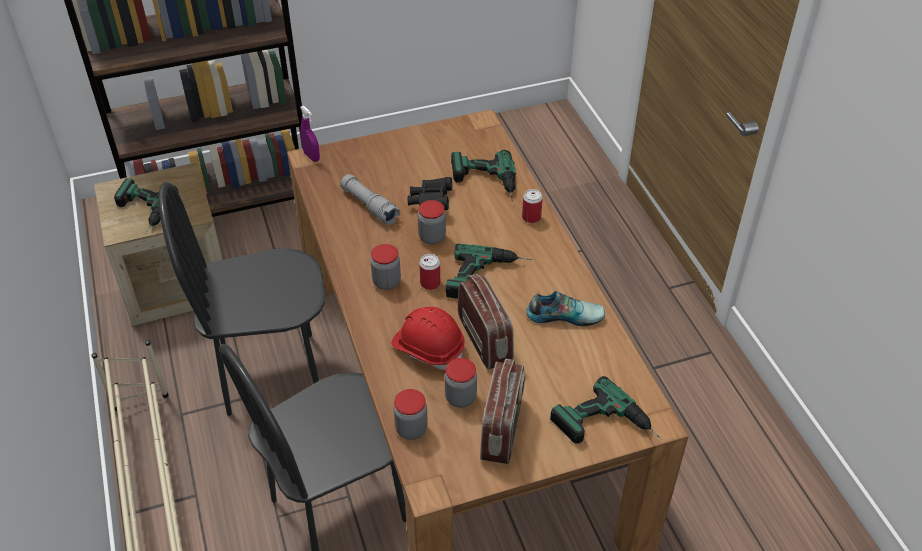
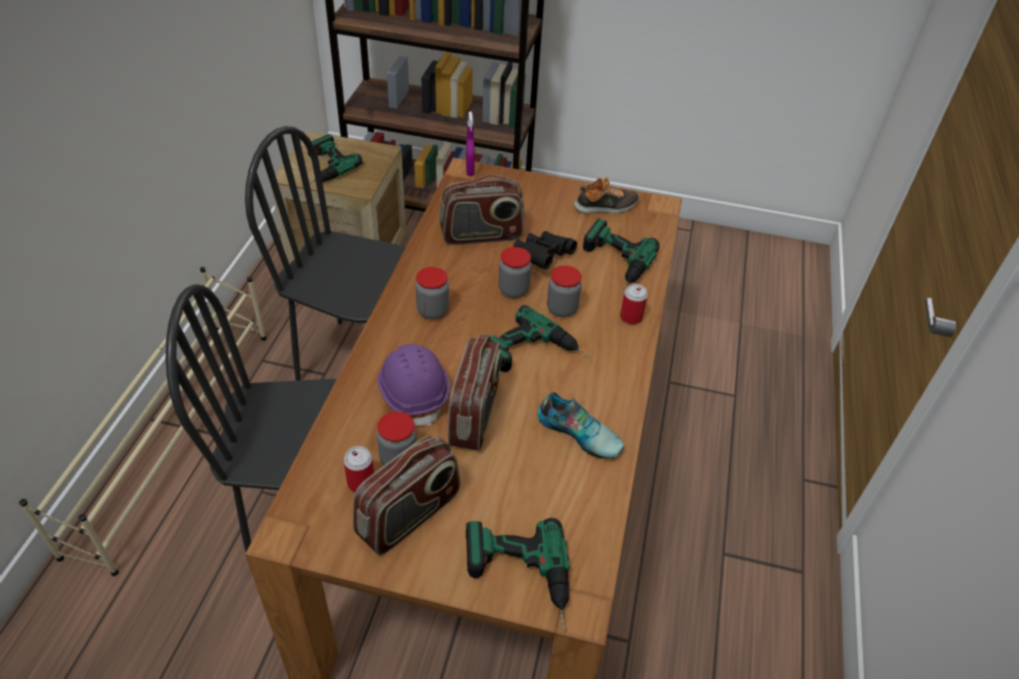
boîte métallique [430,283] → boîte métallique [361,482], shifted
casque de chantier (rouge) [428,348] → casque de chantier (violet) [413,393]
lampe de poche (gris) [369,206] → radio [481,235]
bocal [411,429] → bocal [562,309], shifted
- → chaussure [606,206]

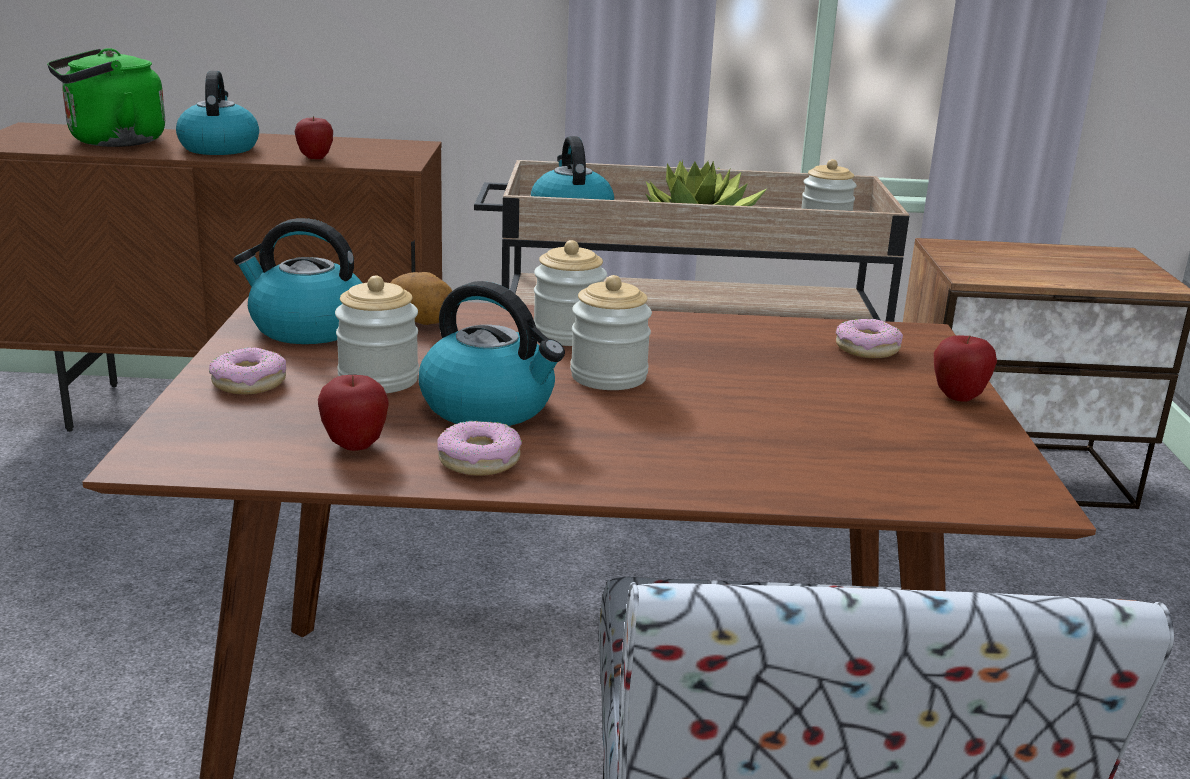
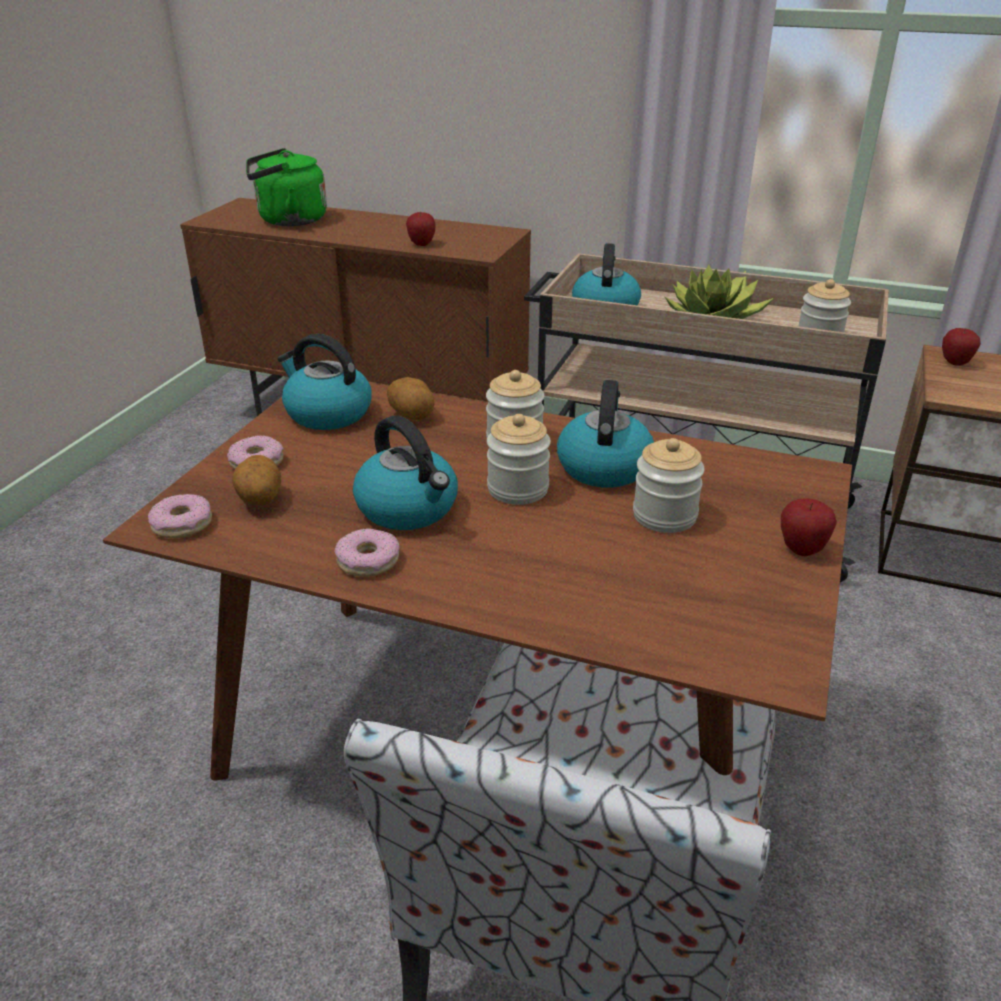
beignet [867,349] → beignet [182,524], shifted
- → pomme de terre [259,500]
bouilloire [219,148] → bouilloire [603,466], shifted
bocal [378,380] → bocal [664,516], shifted
pomme [355,446] → pomme [955,363], shifted

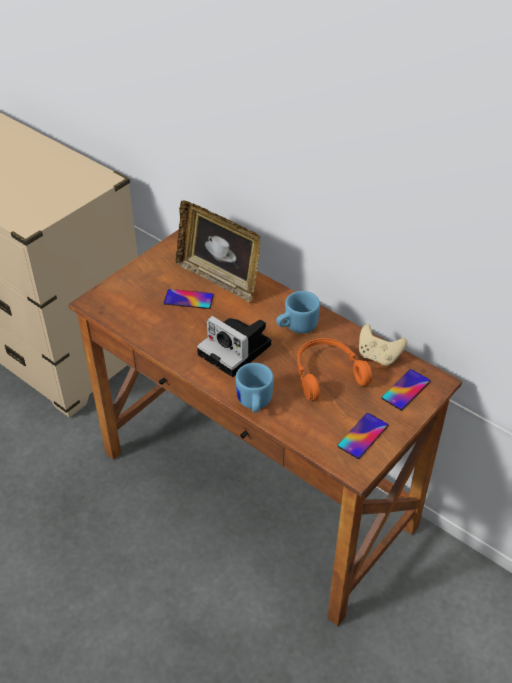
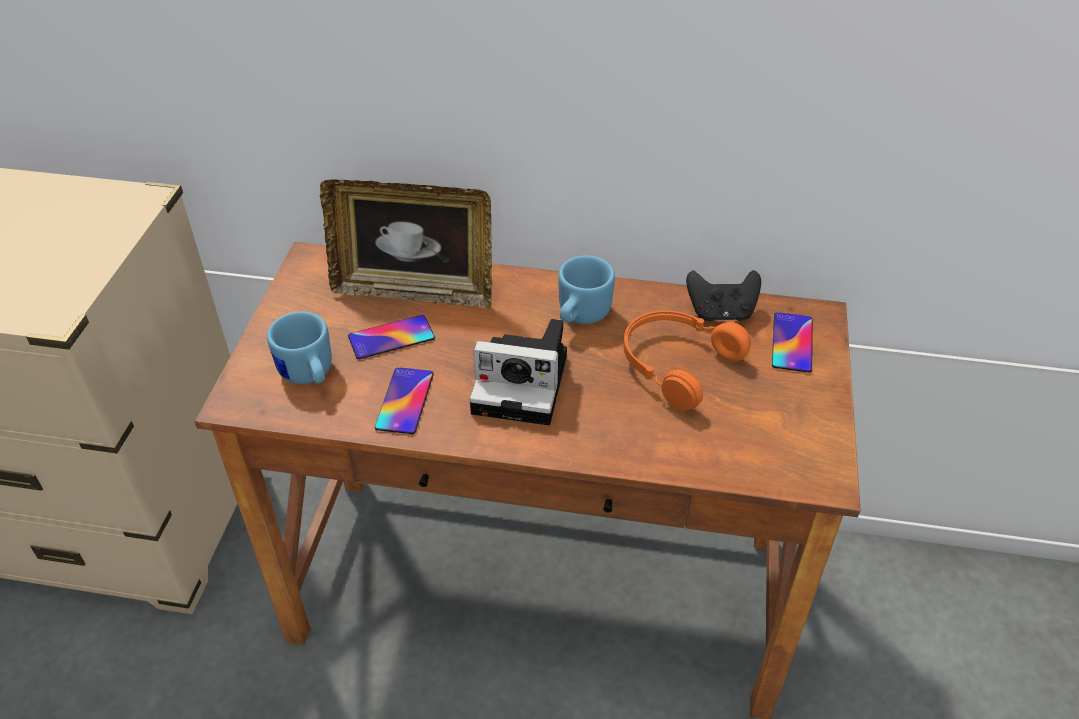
mug (bleu) [254,404] → mug (bleu) [308,376], shifted
téléphone [363,436] → téléphone [405,401], shifted
manette (beige) [378,356] → manette (noir) [721,313]

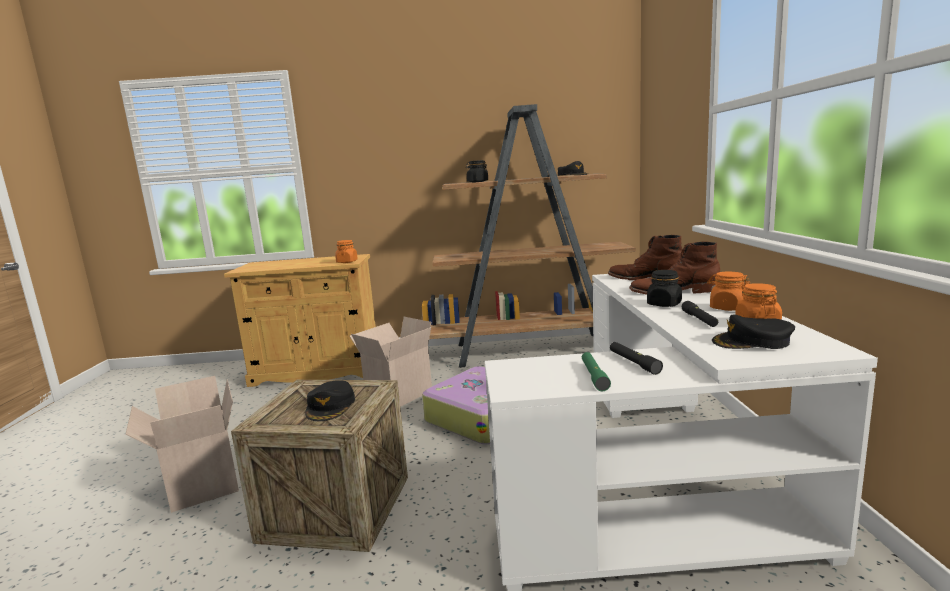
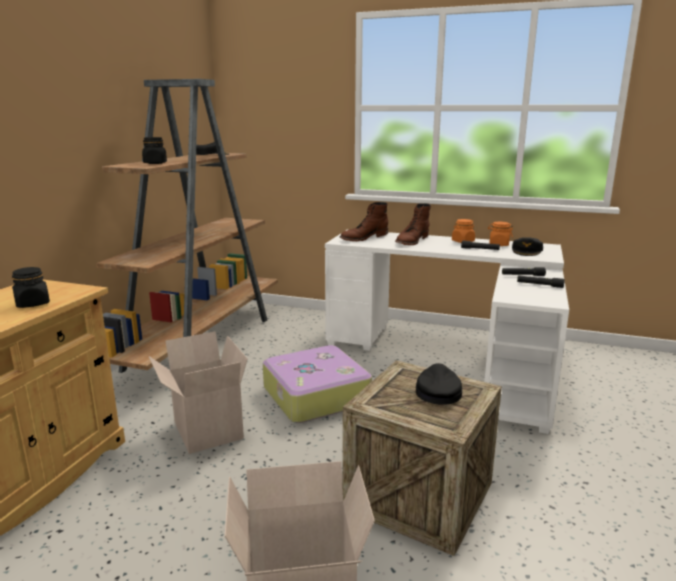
bocal (noir) [664,304] → bocal (noir) [33,304], shifted
casquette (noir) [331,406] → casquette (noir) [437,391], 105 degrees counterclockwise
lampe de poche (vert) [594,376] → lampe de poche (noir) [539,285]
bocal (orange) [347,262] → -

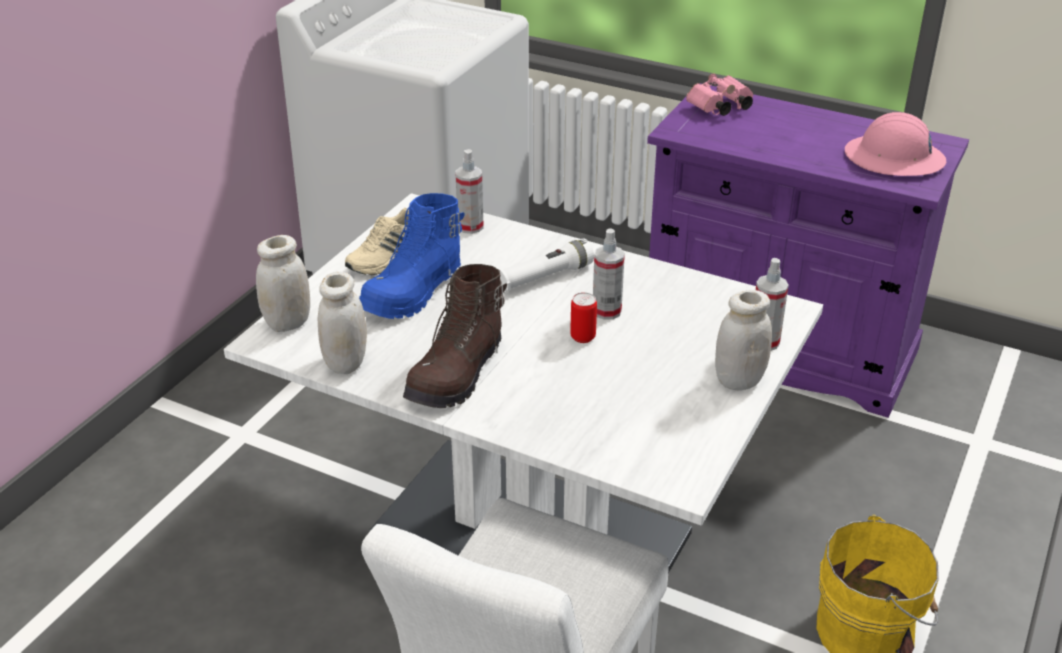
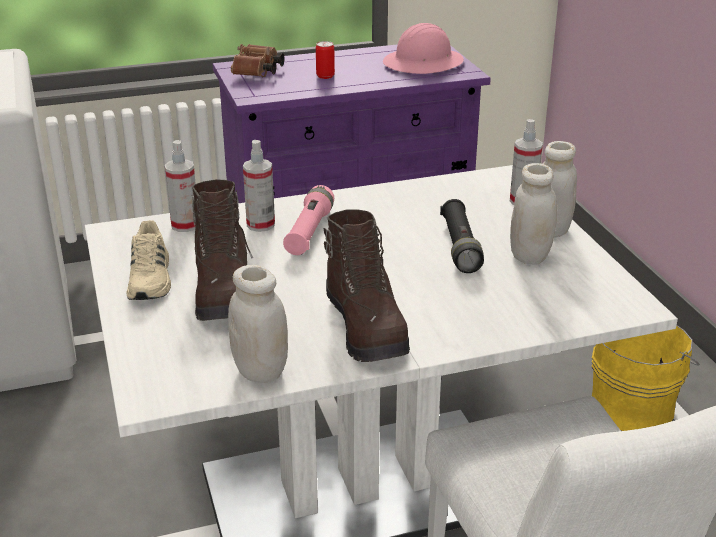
botte (bleu) [414,293] → botte (marron) [224,291]
jumelles (rose) [719,108] → jumelles (marron) [257,73]
vaporisateur [606,311] → vaporisateur [260,225], shifted
lampe de poche (blanc) [544,277] → lampe de poche (rose) [309,232]
boîte métallique [583,337] → boîte métallique [325,76], shifted
- → lampe de poche (noir) [460,247]
bocal (blanc) [288,323] → bocal (blanc) [529,256], shifted

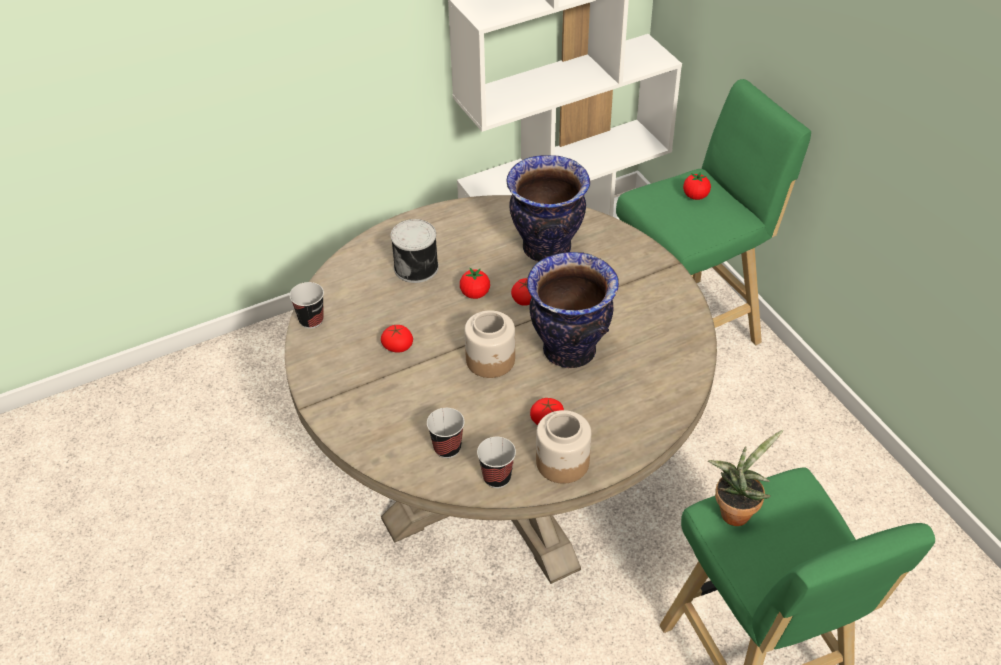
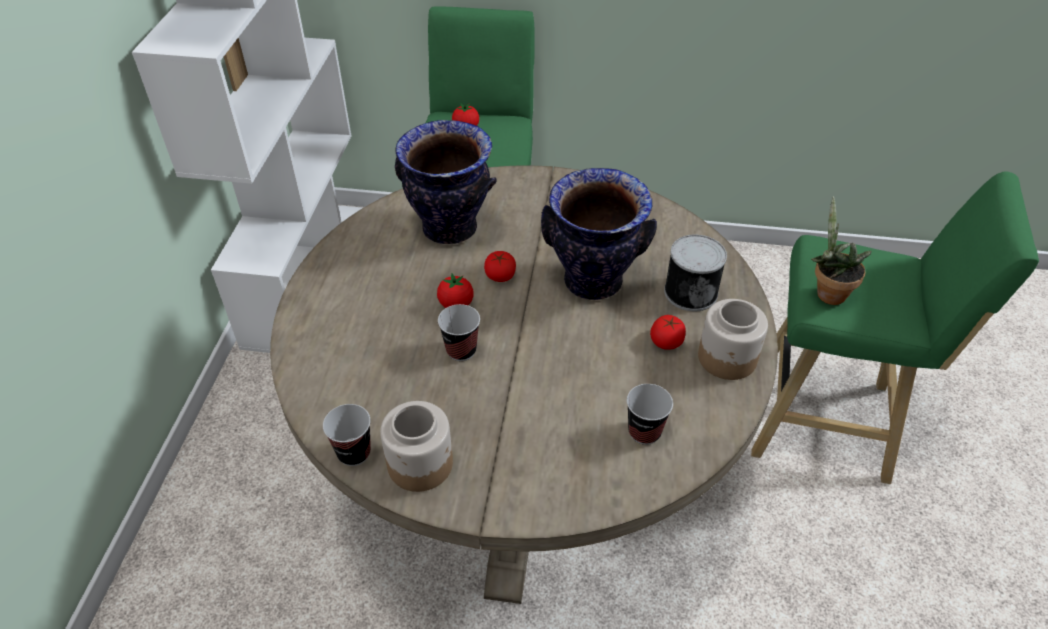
bocal [491,360] → bocal [421,464], shifted
tasse [497,477] → tasse [461,350], shifted
boîte métallique [417,267] → boîte métallique [690,291], shifted
tomate [398,346] → -

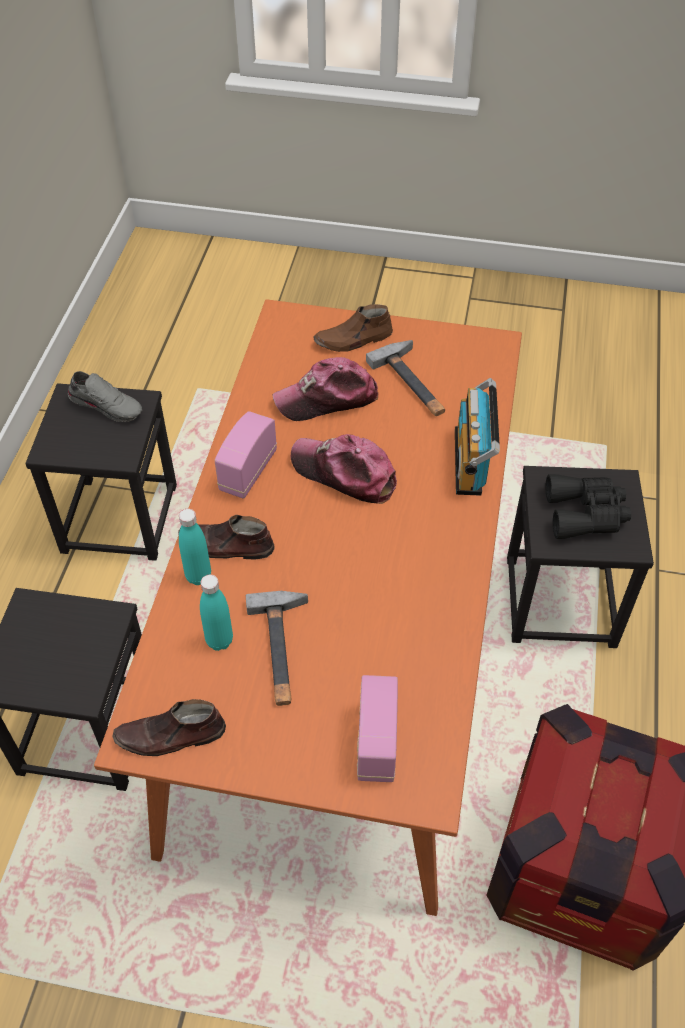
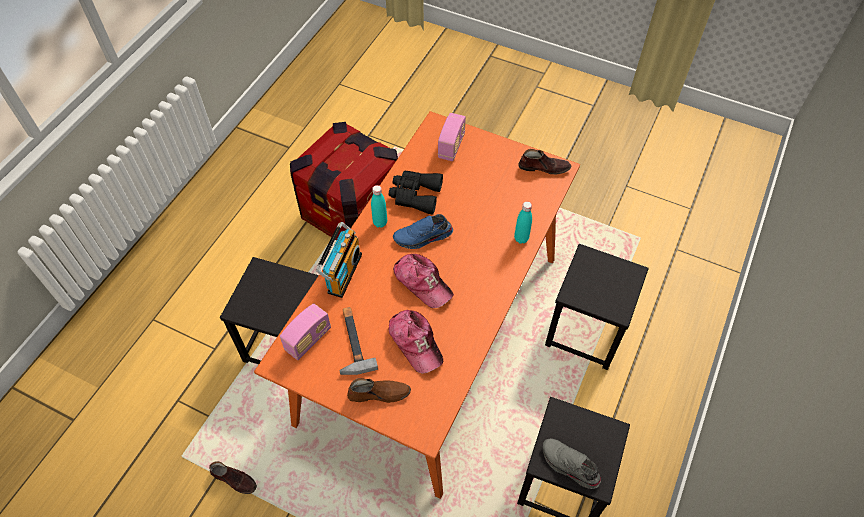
chaussure (marron) [226,546] → chaussure (marron) [234,479], shifted
radio [248,471] → radio [308,339], shifted
bouteille (turquoise) [219,640] → bouteille (turquoise) [380,222], shifted
jumelles (noir) [585,514] → jumelles (noir) [415,195], shifted
casquette [327,398] → casquette [415,342], 60 degrees clockwise
- → chaussure (bleu) [423,237]
marteau [282,650] → -

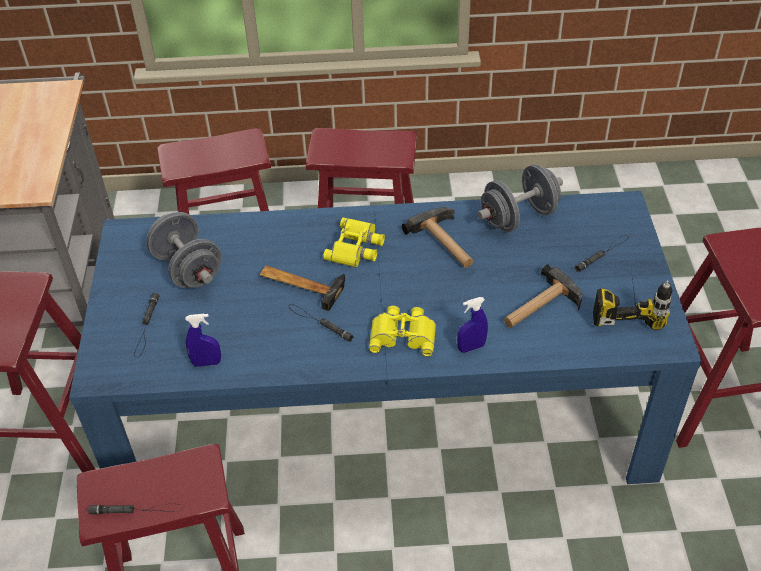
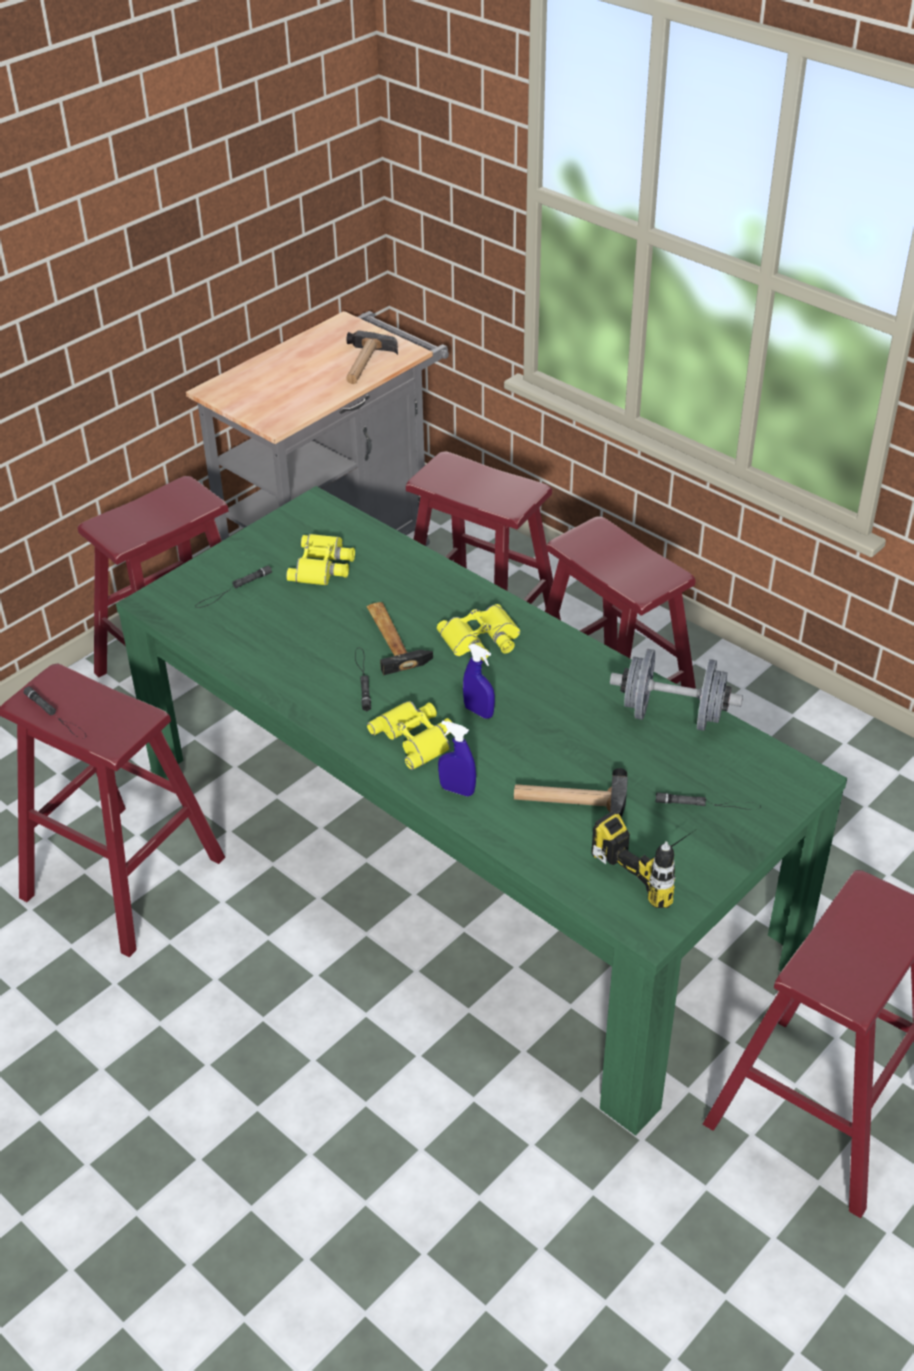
table à manger (bleu) [384,408] → table à manger (vert) [459,858]
haltère (gris) [188,269] → jumelles (jaune) [323,566]
marteau [445,243] → marteau [364,364], shifted
vaporisateur (bleu) [206,363] → vaporisateur (bleu) [478,712], shifted

